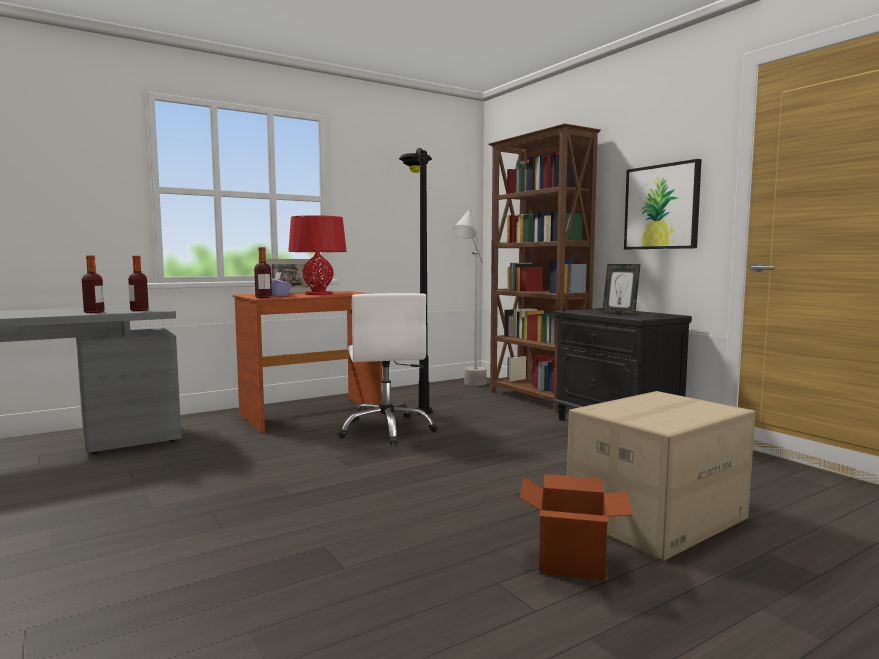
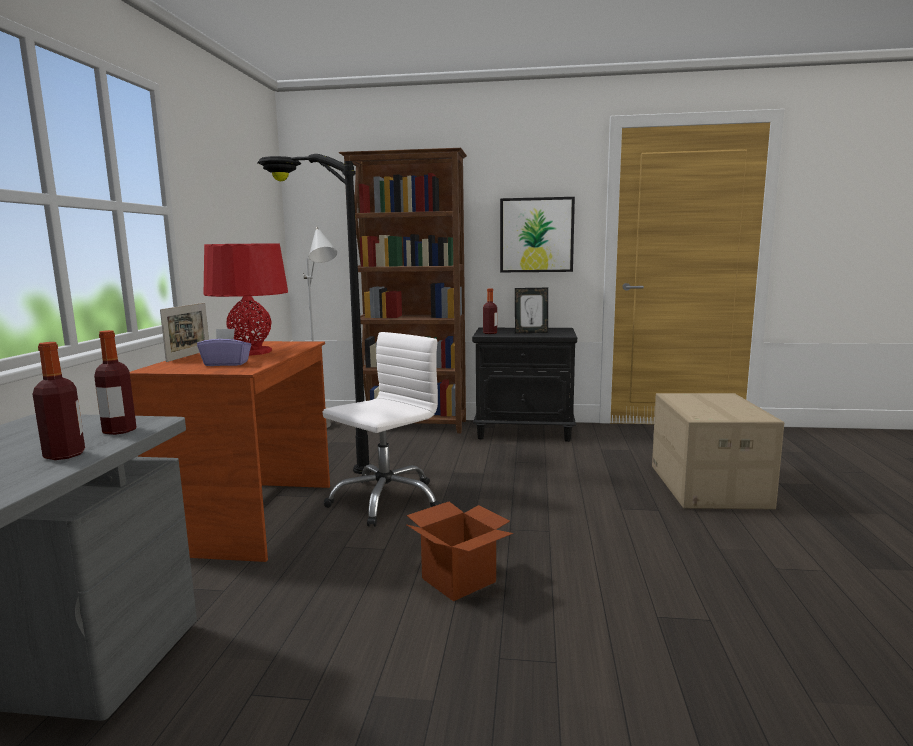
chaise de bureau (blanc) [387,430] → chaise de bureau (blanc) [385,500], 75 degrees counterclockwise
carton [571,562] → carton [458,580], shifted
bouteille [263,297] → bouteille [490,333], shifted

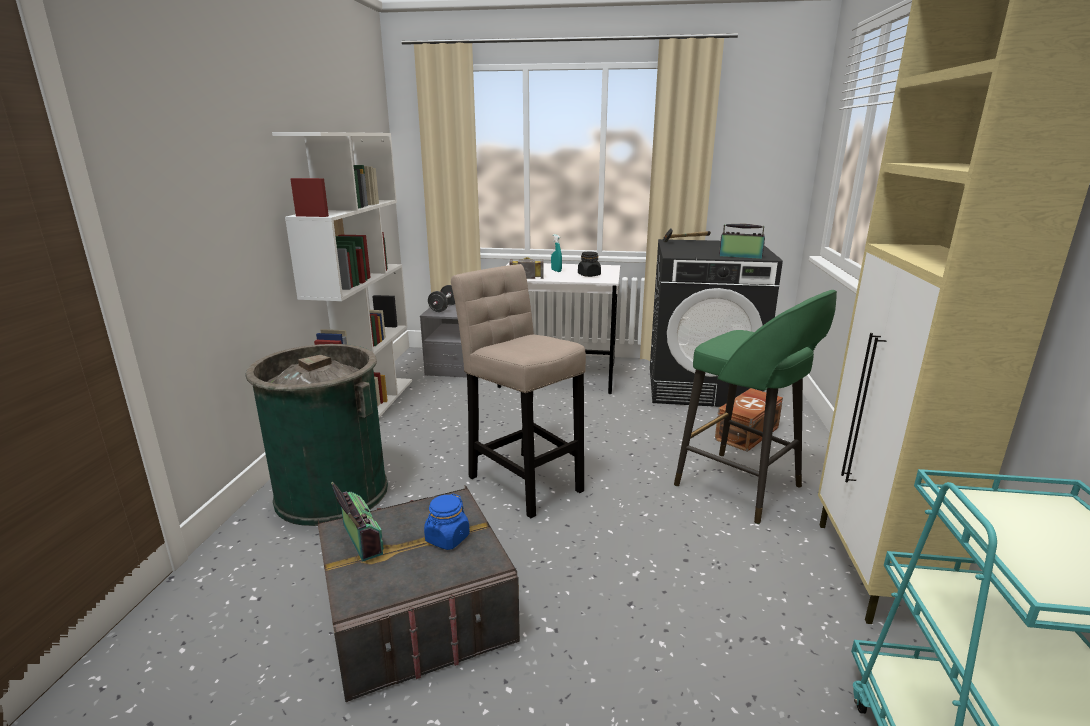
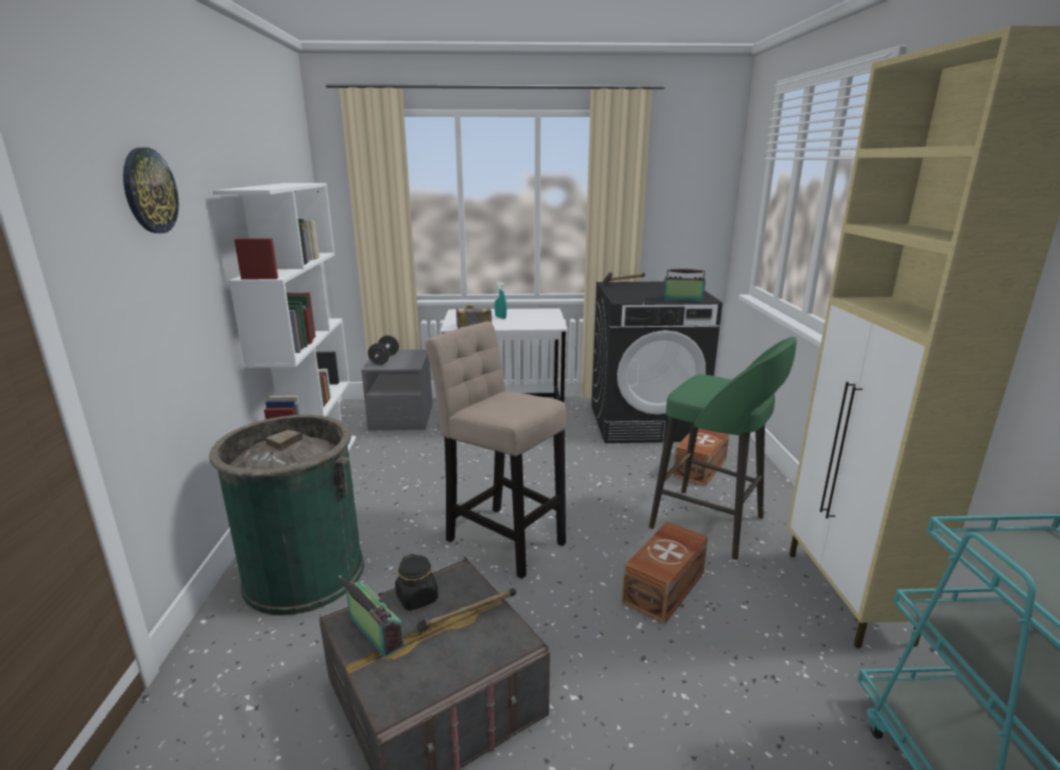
- → horloge murale [149,191]
bocal (noir) [589,275] → bocal (noir) [417,598], shifted
bocal (bleu) [447,538] → marteau [465,619]
- → boîte de rangement (marron) [665,587]

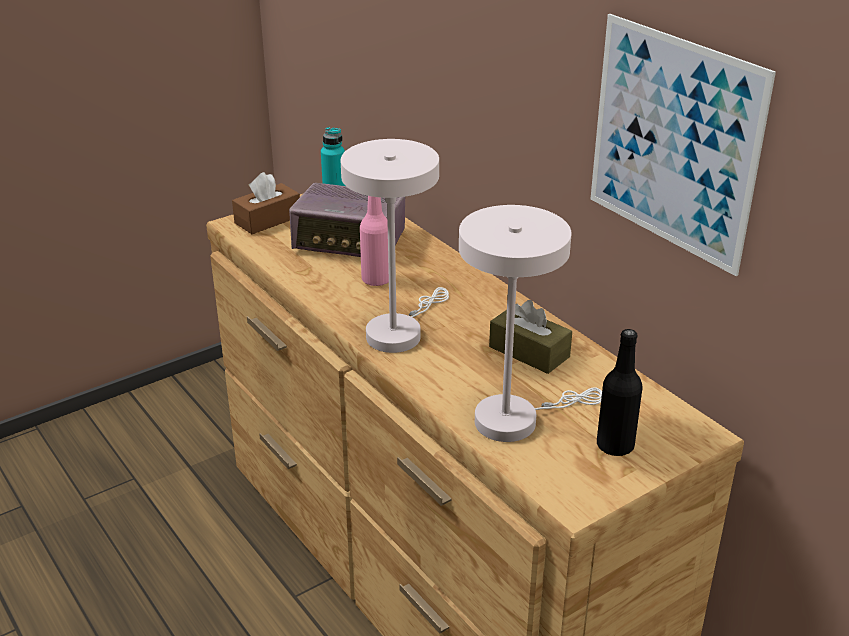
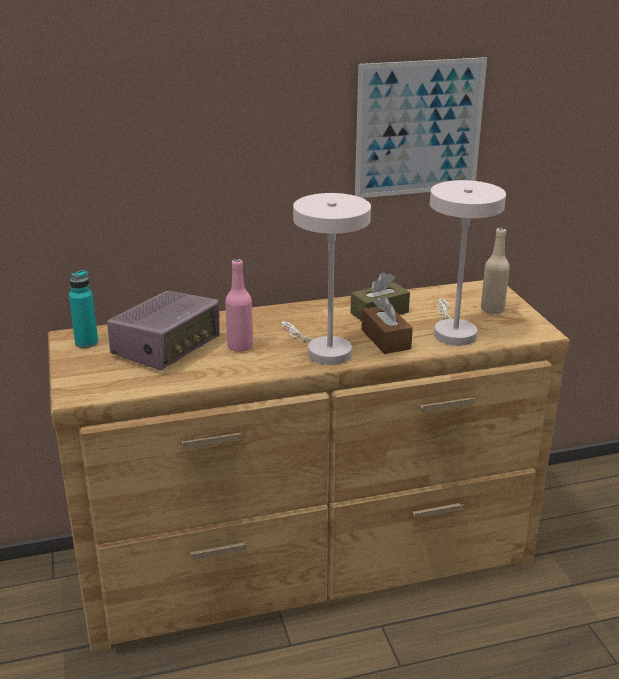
boîte à mouchoirs (marron) [268,220] → boîte à mouchoirs (marron) [385,339], shifted
bouteille (noir) [615,445] → bouteille (beige) [492,310]

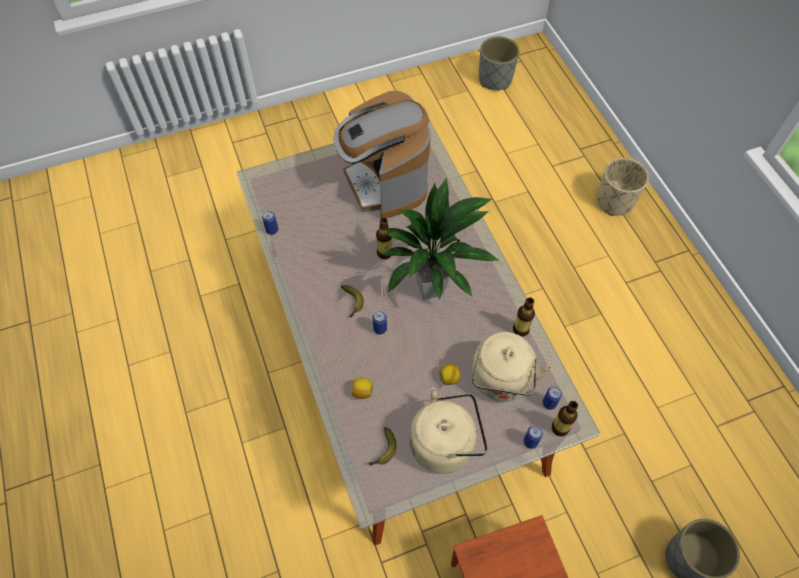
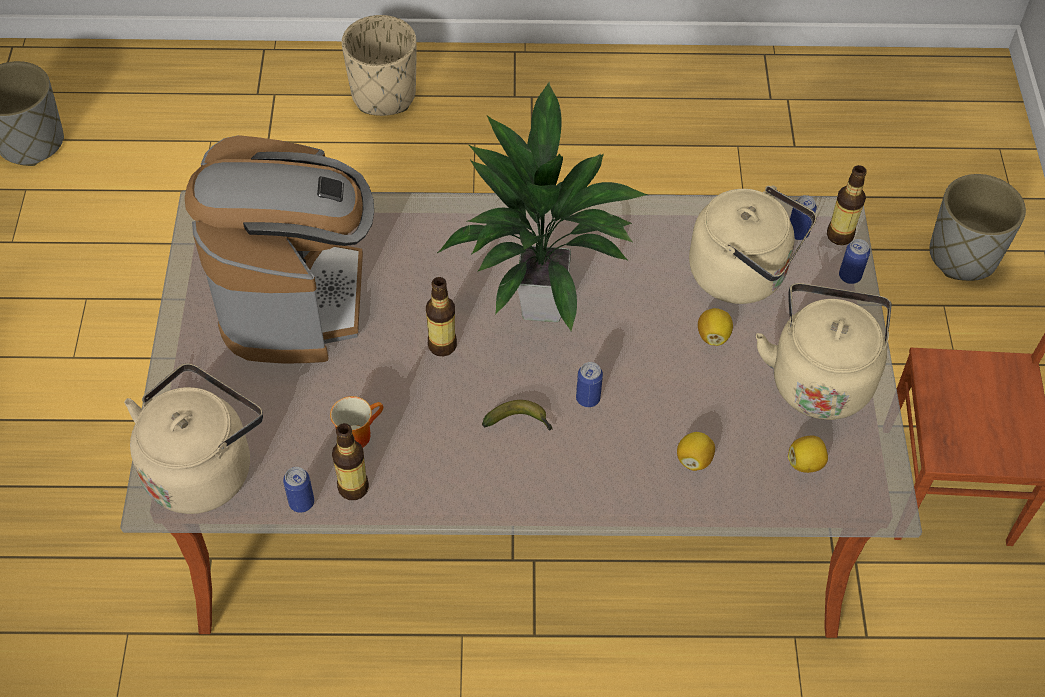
- → bouilloire (beige) [203,467]
machine à café [385,183] → machine à café [295,298], 90 degrees counterclockwise
- → mug [356,433]
bouteille [520,329] → bouteille [353,488], shifted
banane [383,450] → citron [805,463]

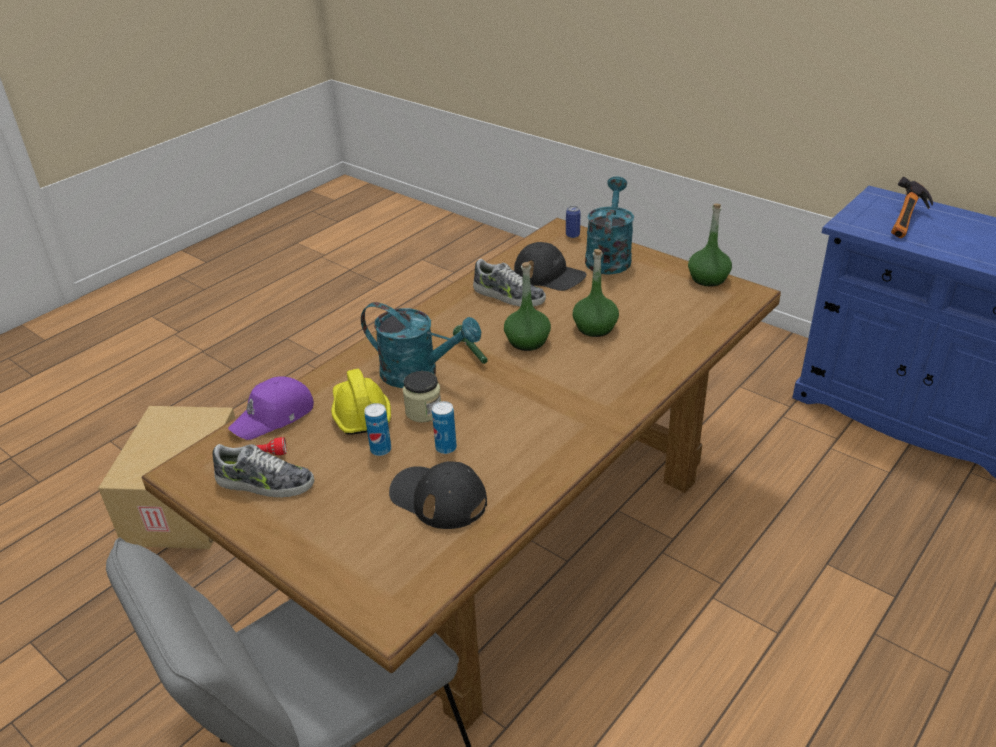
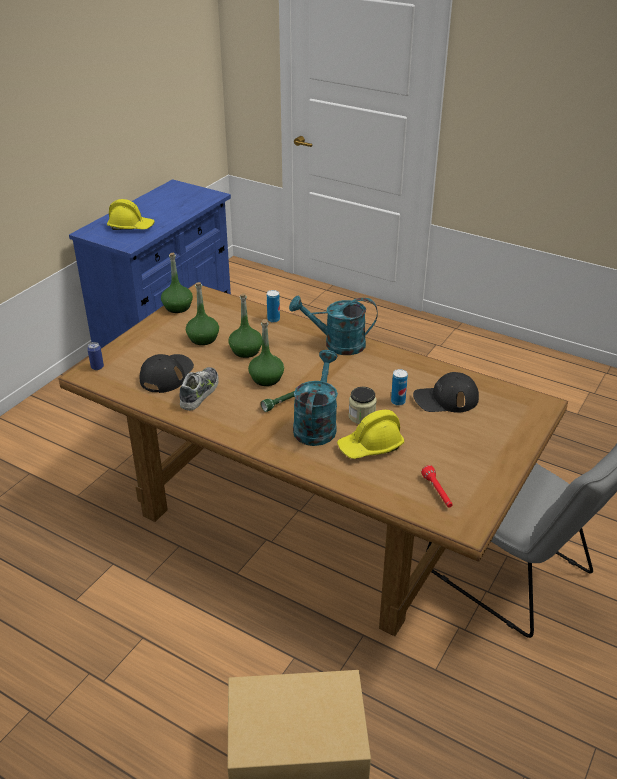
marteau [909,223] → casque de chantier (jaune) [131,227]
- → bouteille (vert) [203,338]
boîte métallique [380,450] → boîte métallique [273,319], shifted
arrosoir (turquoise) [608,256] → arrosoir (turquoise) [337,344], shifted
casquette (noir) [438,498] → casquette (noir) [445,399], 60 degrees clockwise
chaussure [265,483] → -
casquette (violet) [274,416] → -

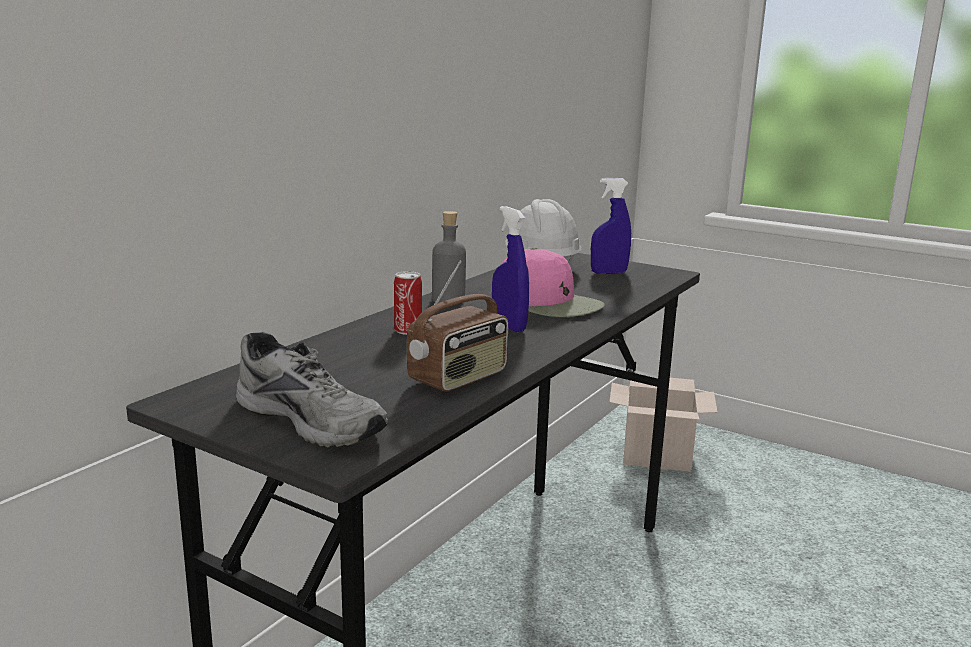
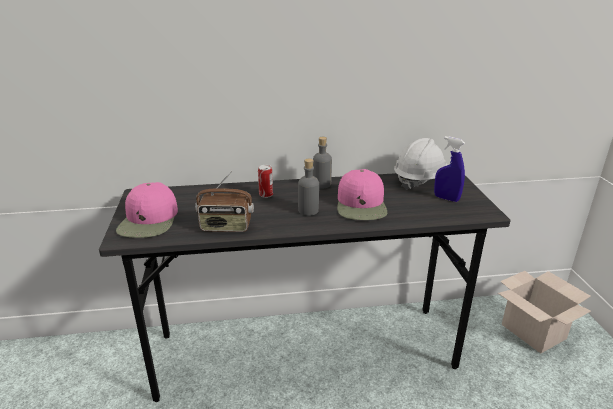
chaussure (gris) [314,419] → casquette (rose) [149,220]
vaporisateur (bleu) [508,326] → bouteille (gris) [308,210]

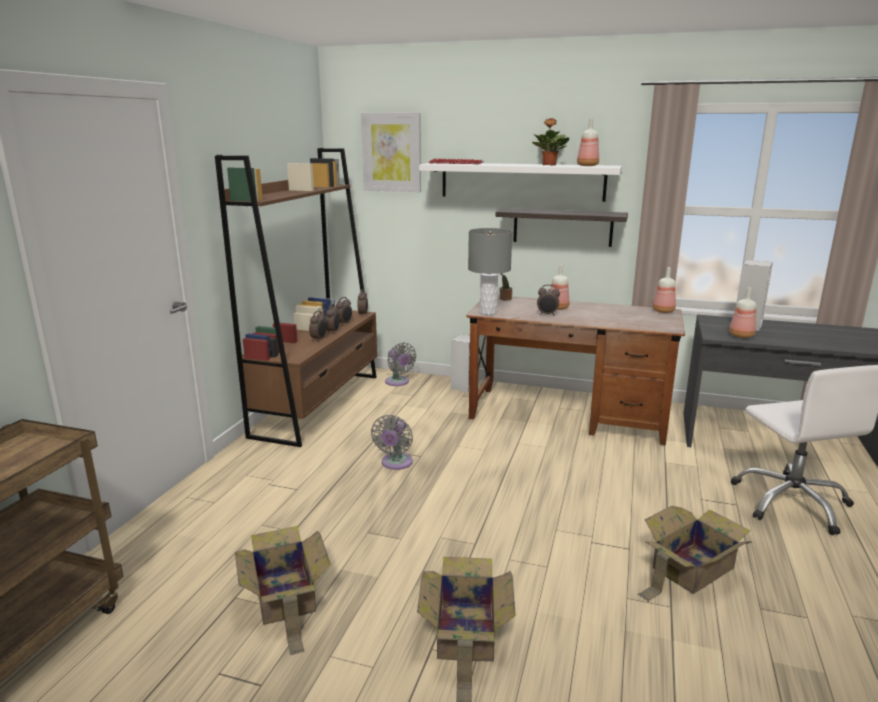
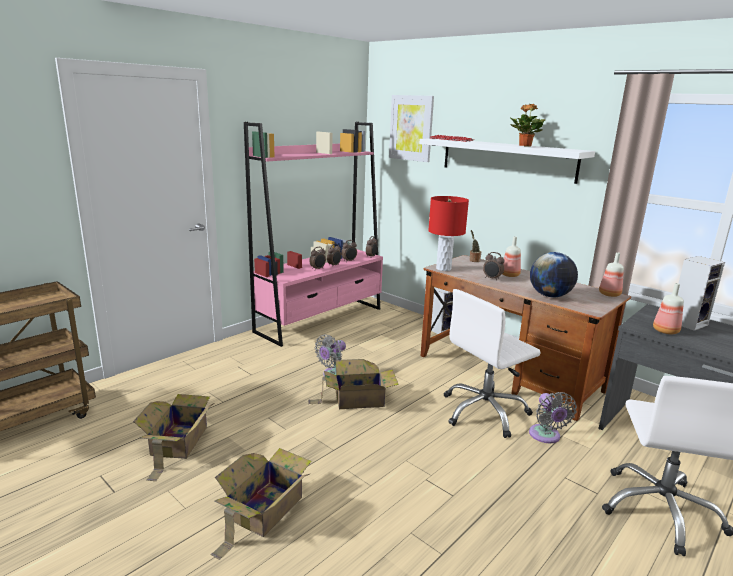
bibliothèque (marron) [318,404] → bibliothèque (rose) [320,320]
carton [690,569] → carton [357,399], shifted
lampe de table (gris) [488,312] → lampe de table (rouge) [443,269]
- → chaise de bureau (blanc) [484,412]
ventilateur (gris) [398,382] → ventilateur (gris) [546,436], shifted
- → globe [550,296]
étagère [562,227] → -
bouteille [586,165] → -

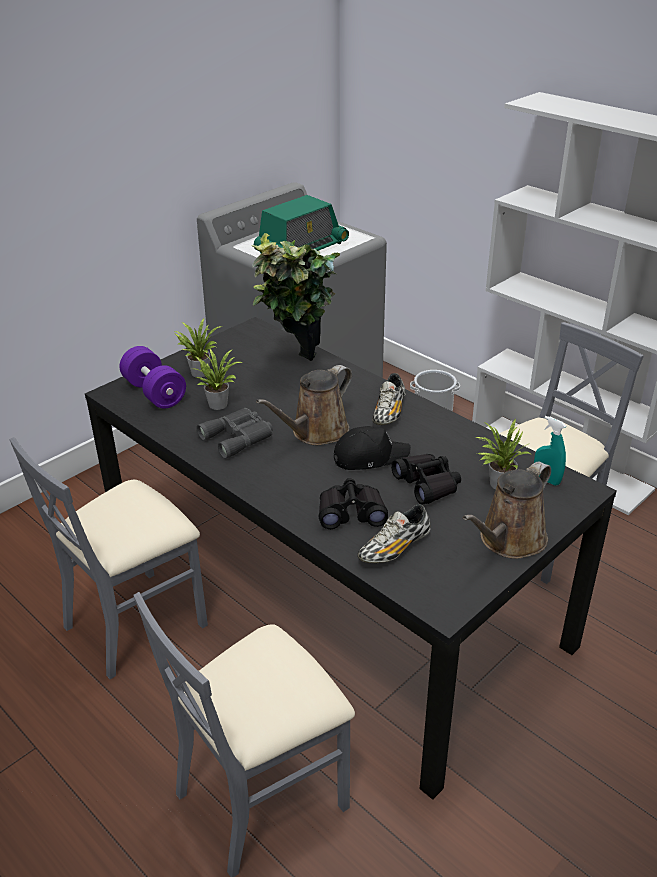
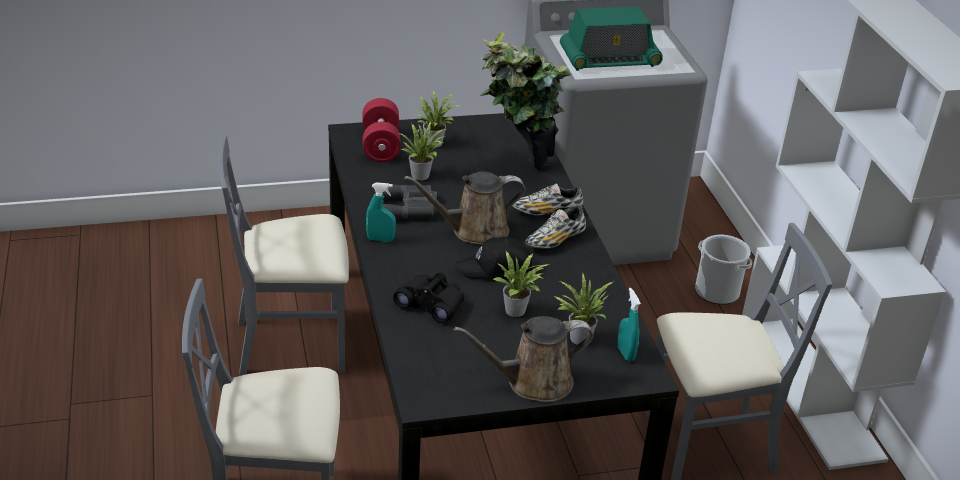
haltère (violet) [154,393] → haltère (rouge) [381,145]
- → vaporisateur (turquoise) [380,239]
casquette (noir) [369,456] → casquette (noir) [496,268], 150 degrees clockwise
jumelles (noir) [427,484] → plante en pot [518,310]
chaussure [394,548] → chaussure [546,212], shifted

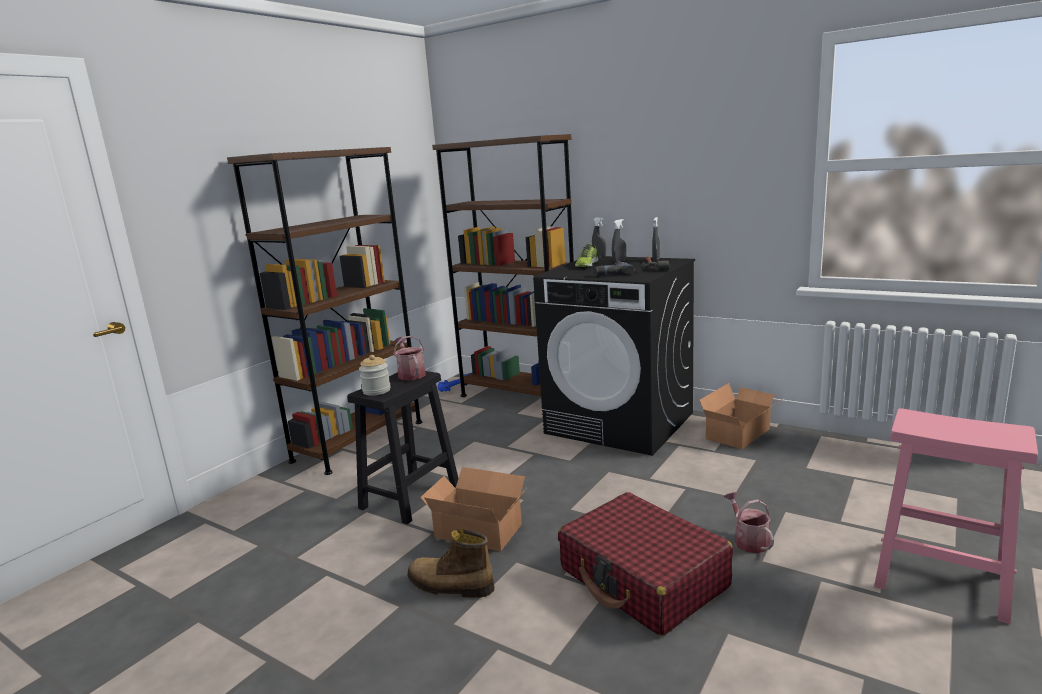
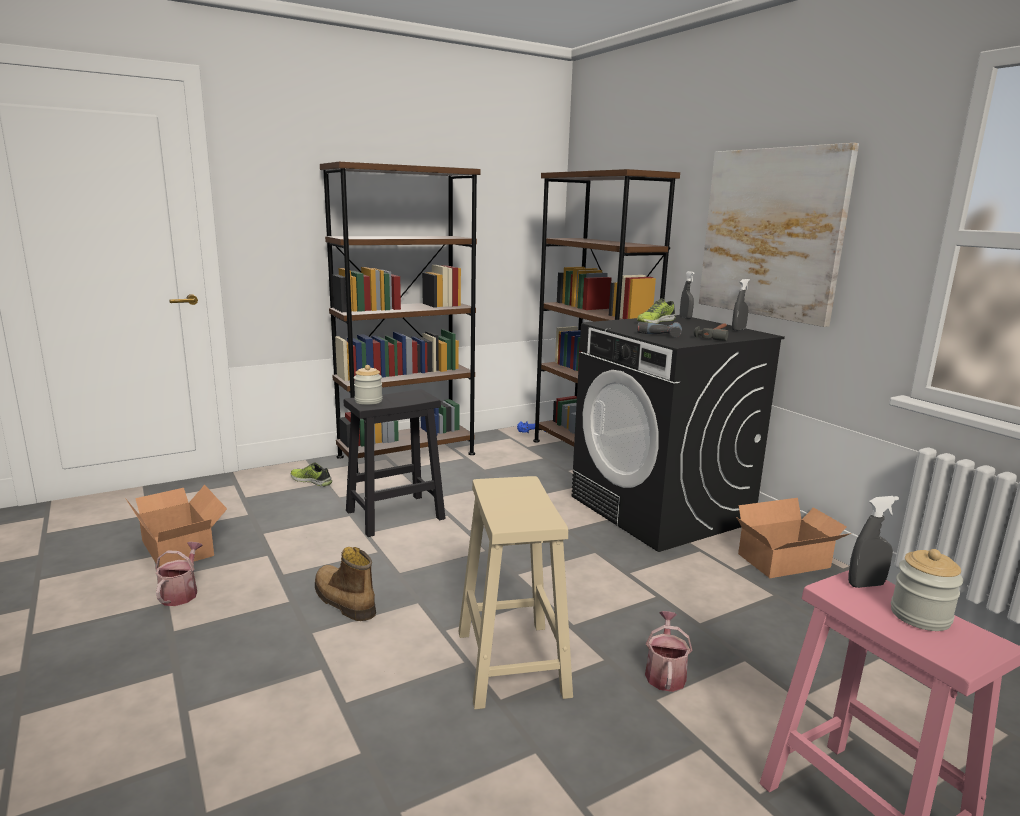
carton [478,529] → carton [180,546], shifted
arrosoir [410,374] → arrosoir [181,593], shifted
- → chaussure [312,481]
valise (rouge) [643,578] → tabouret (beige) [512,664]
- → tableau [771,233]
vaporisateur (gris) [619,261] → vaporisateur (gris) [866,584], shifted
- → bocal [920,616]

